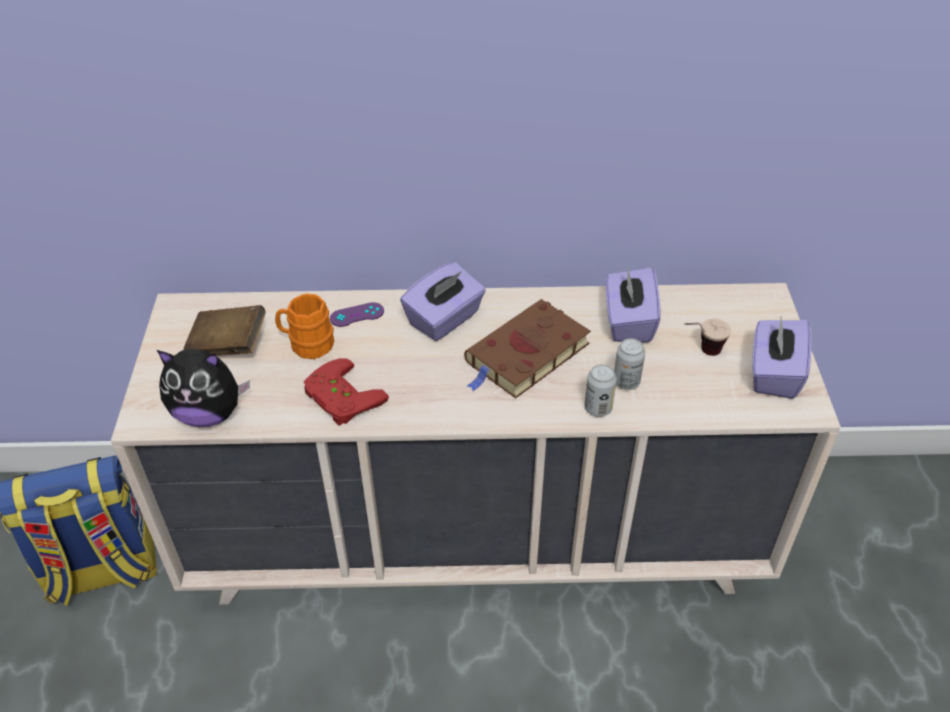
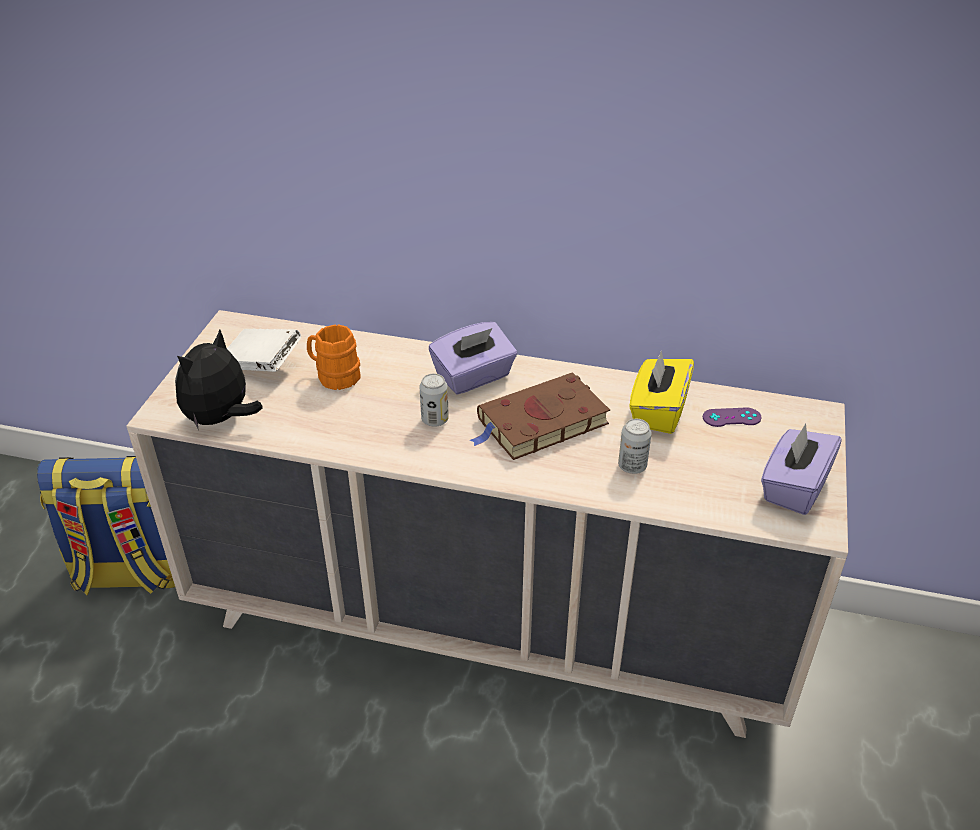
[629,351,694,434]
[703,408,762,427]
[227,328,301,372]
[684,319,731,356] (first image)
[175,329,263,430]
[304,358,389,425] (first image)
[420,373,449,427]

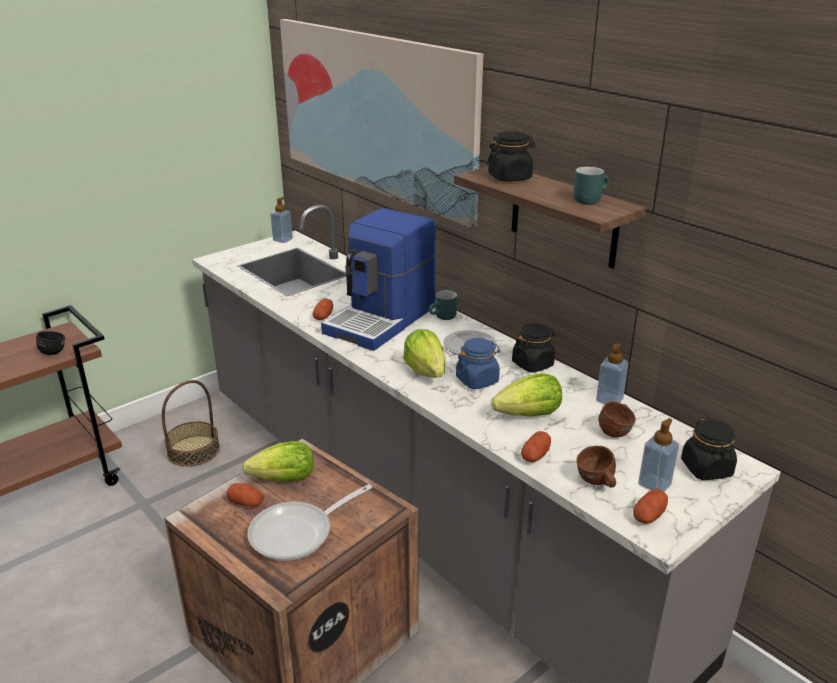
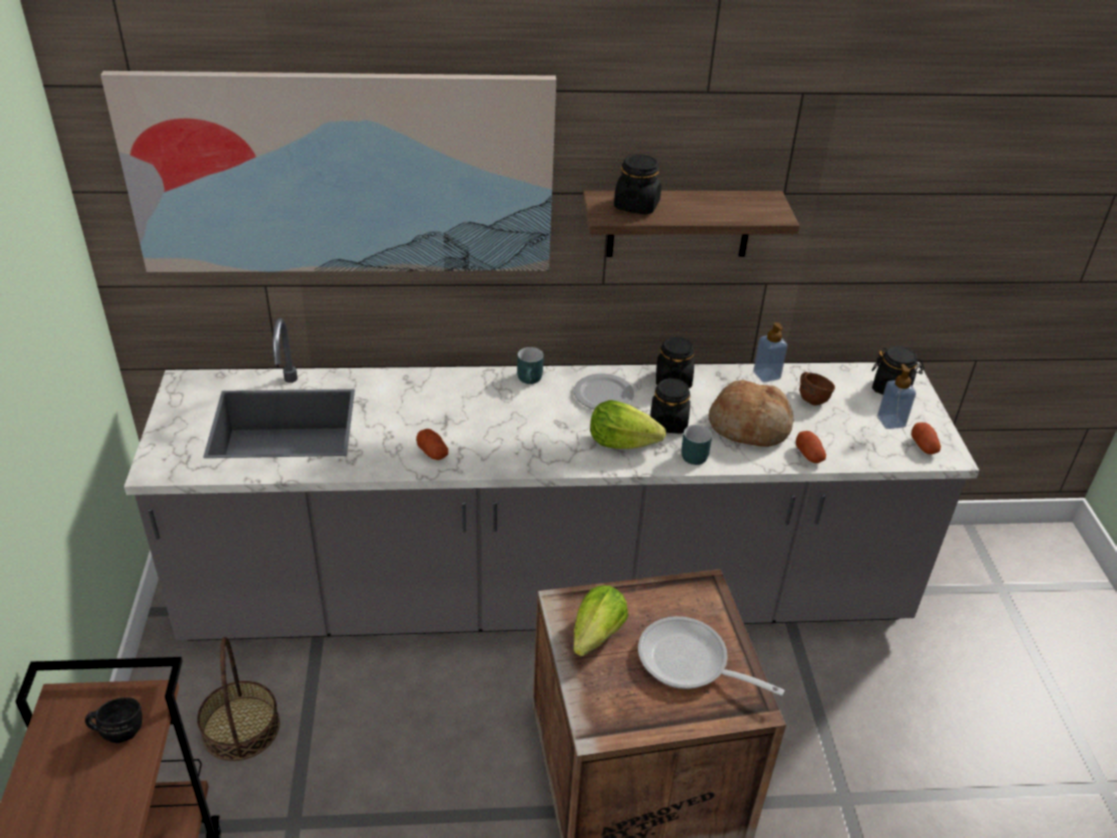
[681,425,712,465]
[270,197,293,243] (first image)
[321,208,436,351] (first image)
[650,378,690,434]
[709,380,793,447]
[576,446,616,488] (first image)
[227,483,264,507] (first image)
[638,616,785,696]

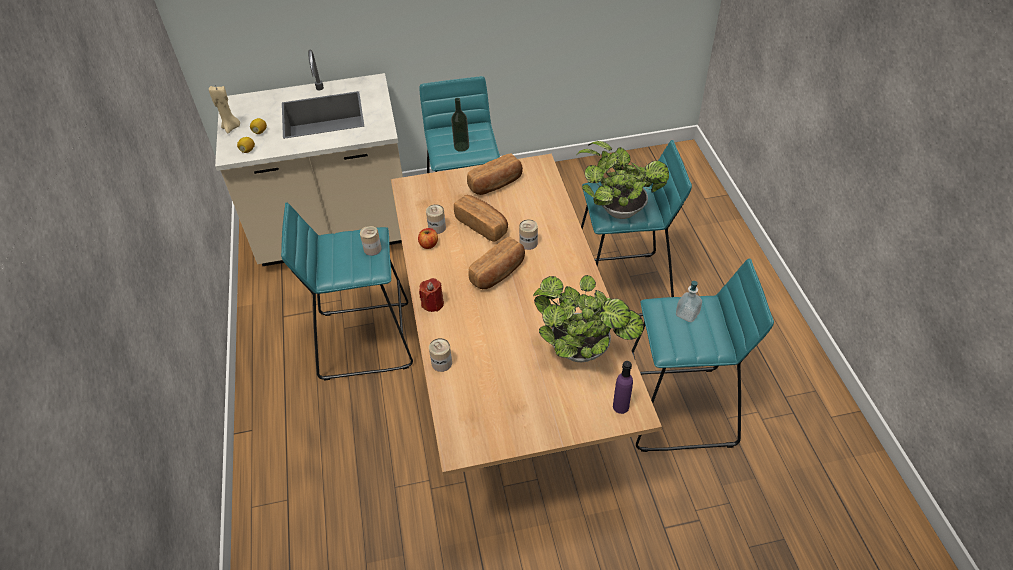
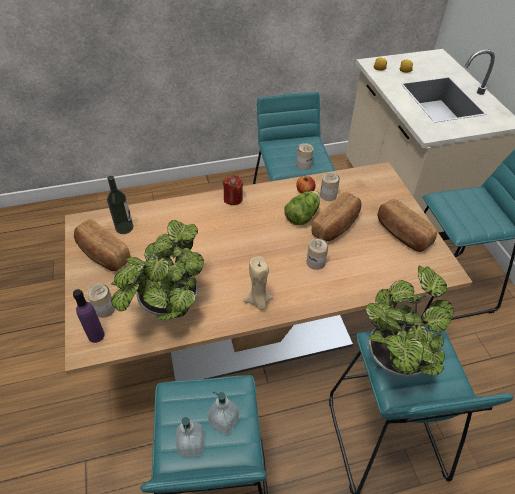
[243,256,273,310]
[107,176,133,234]
[74,219,130,271]
[87,284,115,318]
[284,191,320,225]
[176,417,204,457]

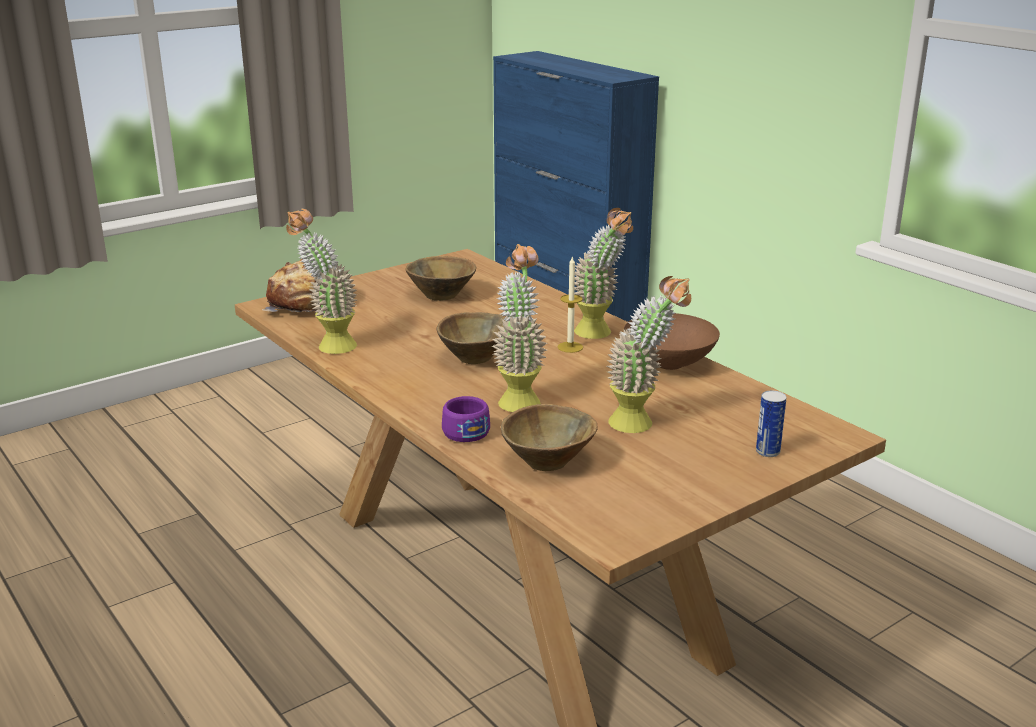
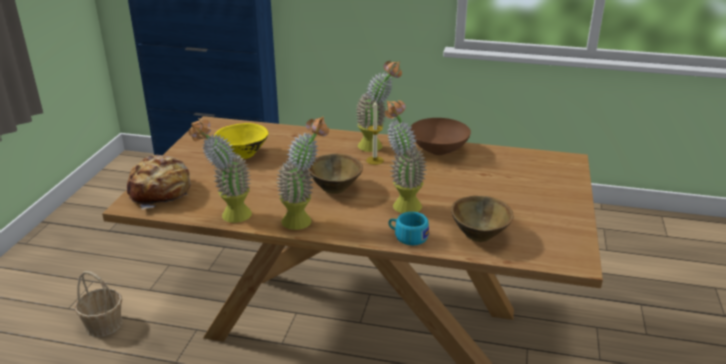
[214,123,268,159]
[276,117,329,230]
[756,391,787,457] (first image)
[389,212,429,245]
[75,271,123,337]

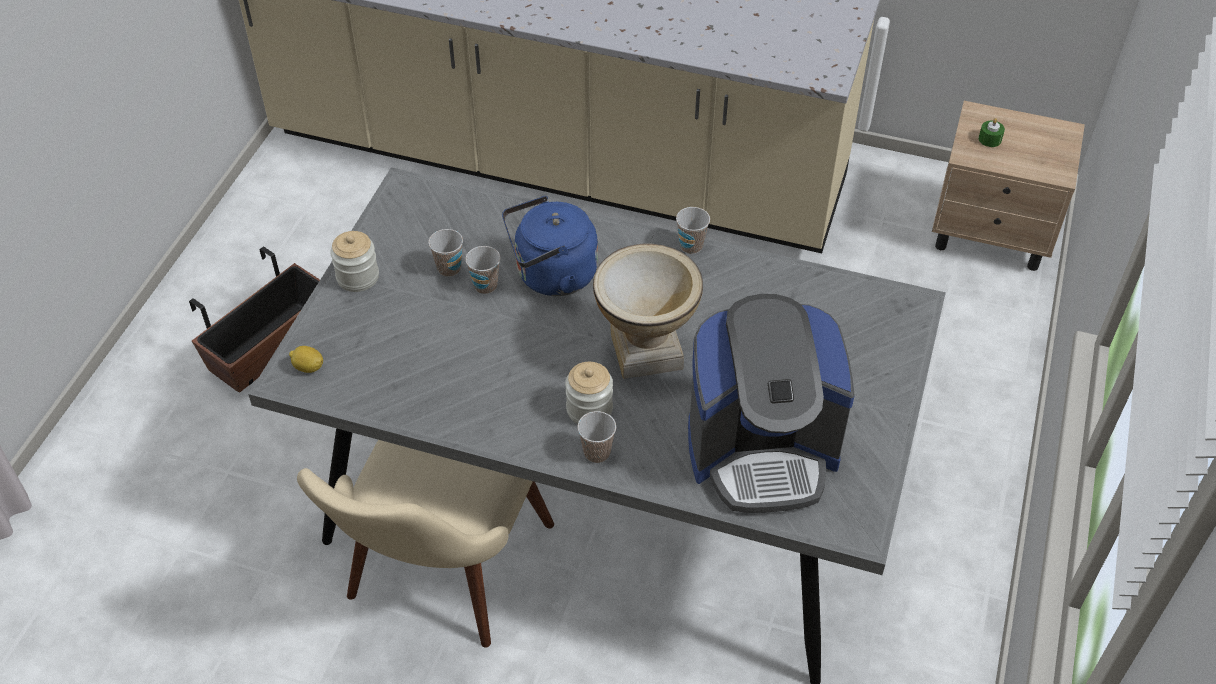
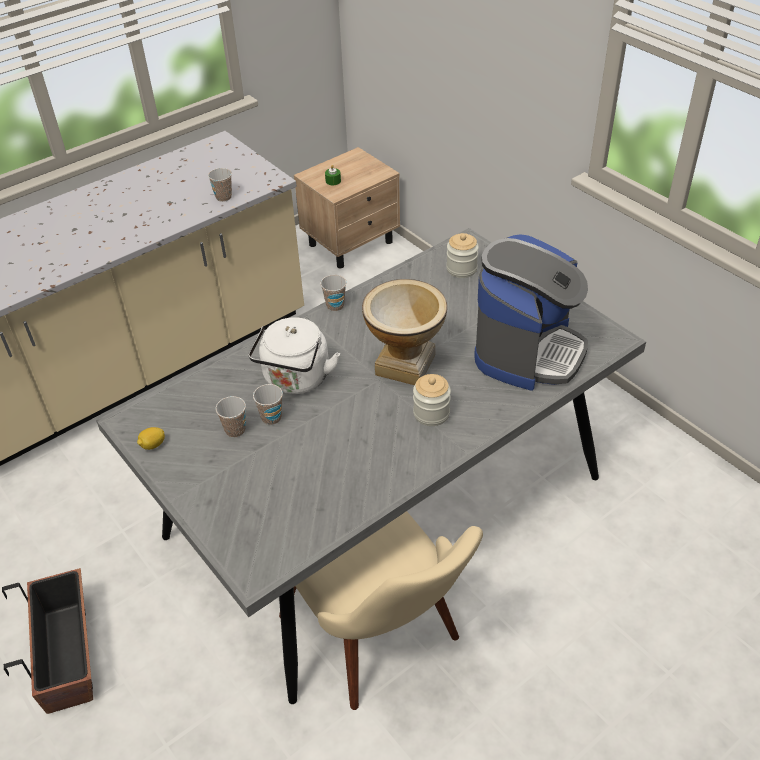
[248,317,340,394]
[446,233,479,278]
[137,427,165,450]
[208,168,232,202]

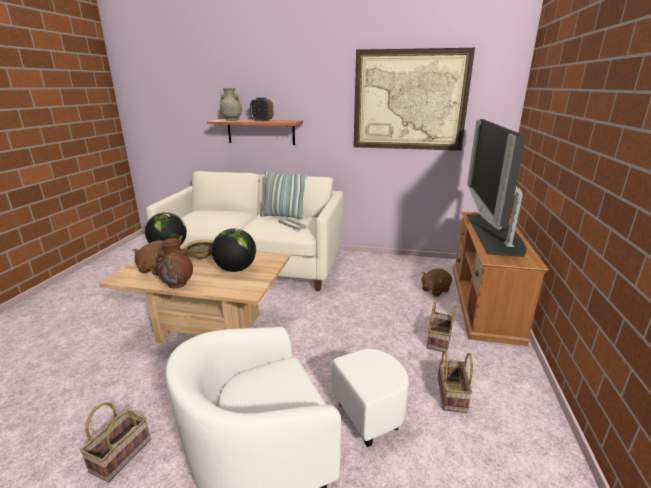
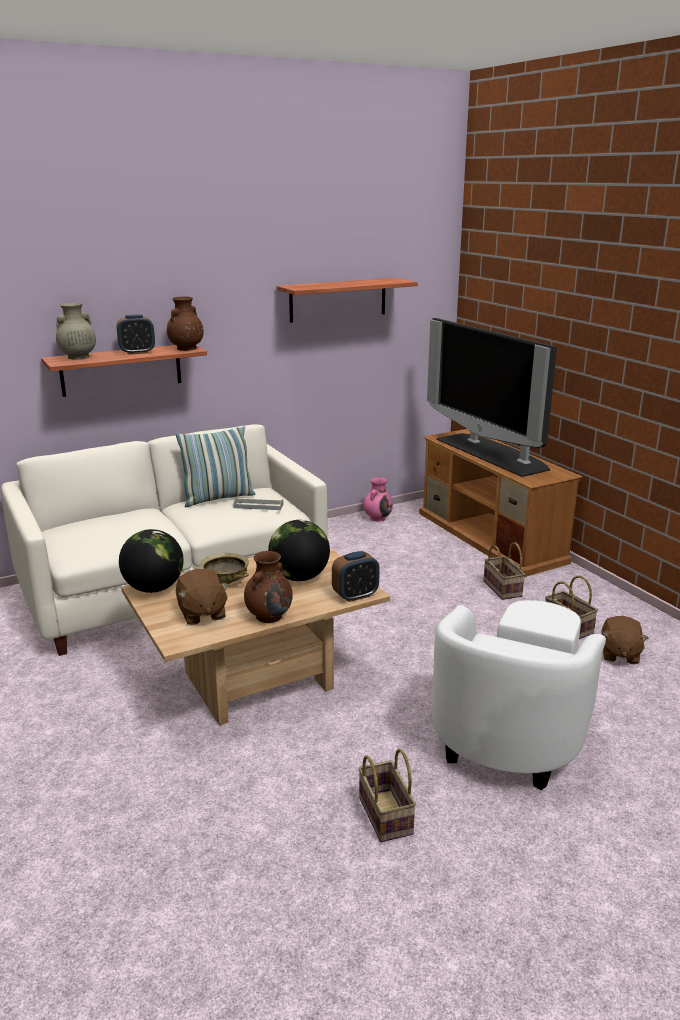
[276,278,418,323]
[601,616,649,664]
[167,297,204,351]
[363,478,393,521]
[332,551,380,602]

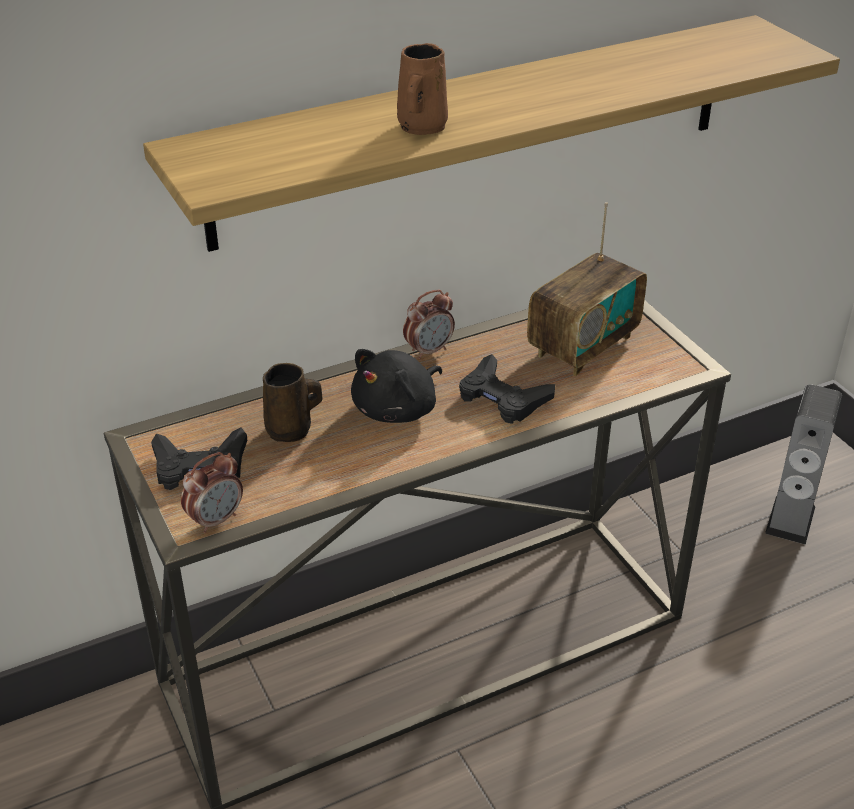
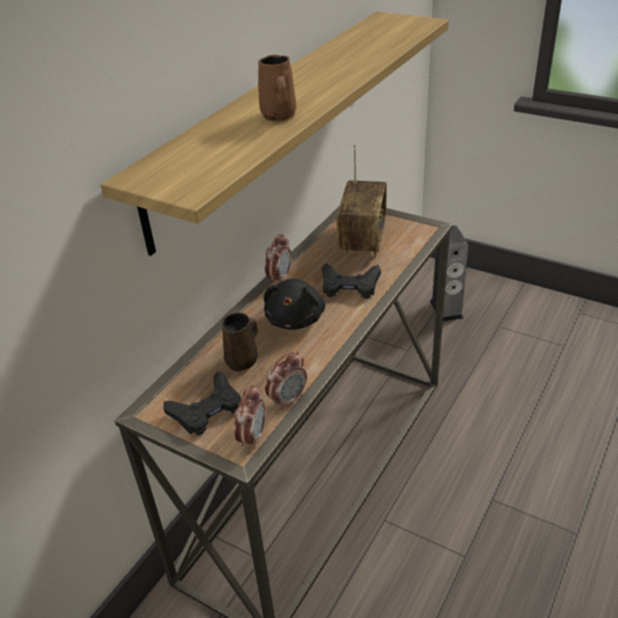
[265,352,307,410]

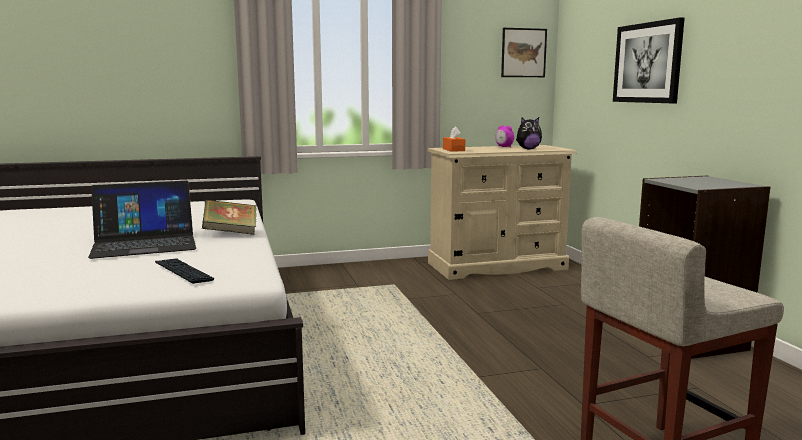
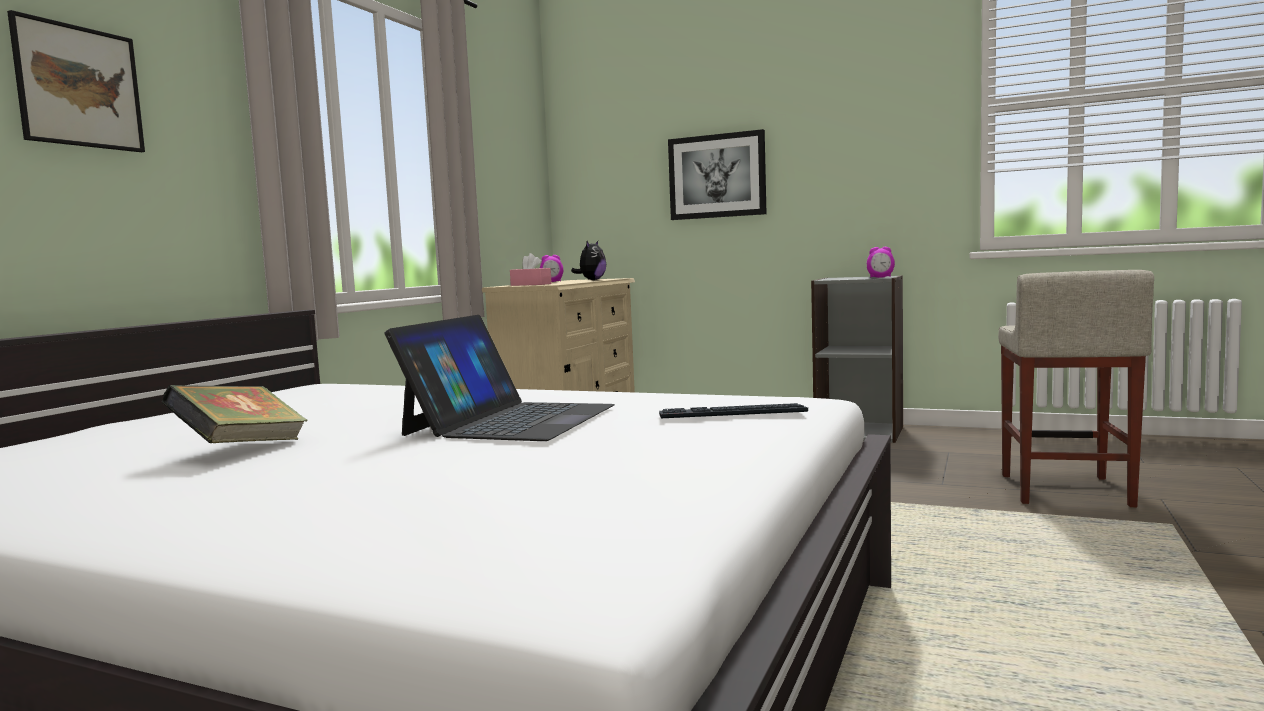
[7,10,145,152]
[510,253,552,286]
[161,385,308,443]
[867,247,895,278]

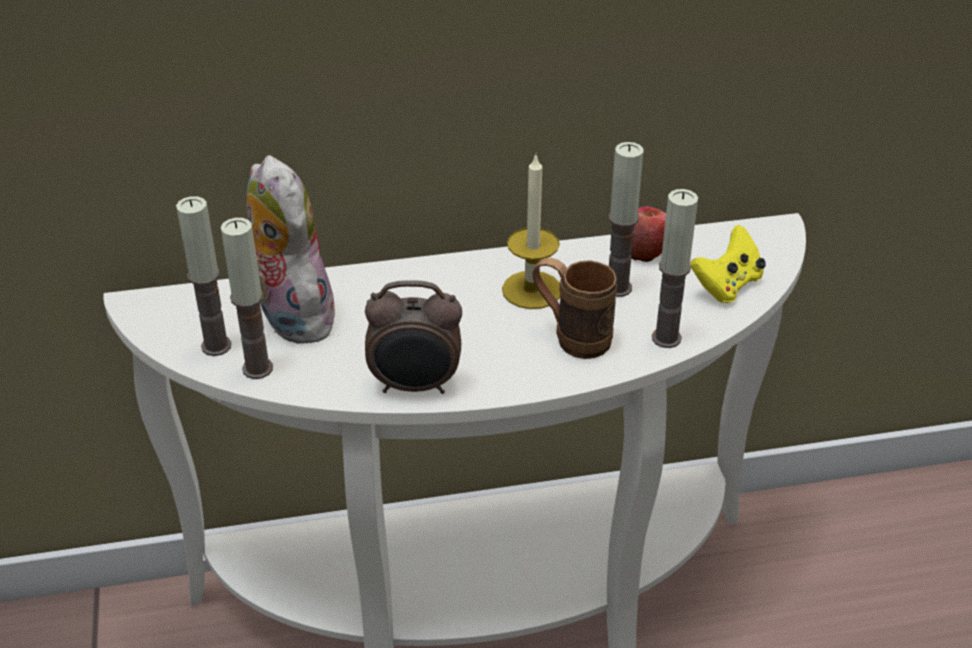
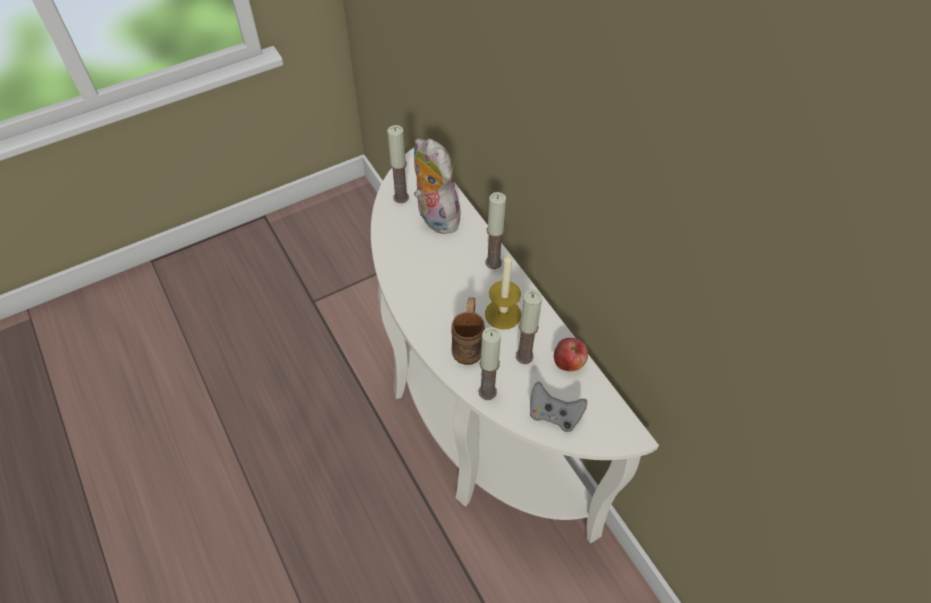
[414,139,460,234]
[485,192,506,269]
[530,381,587,432]
[365,280,462,394] (first image)

